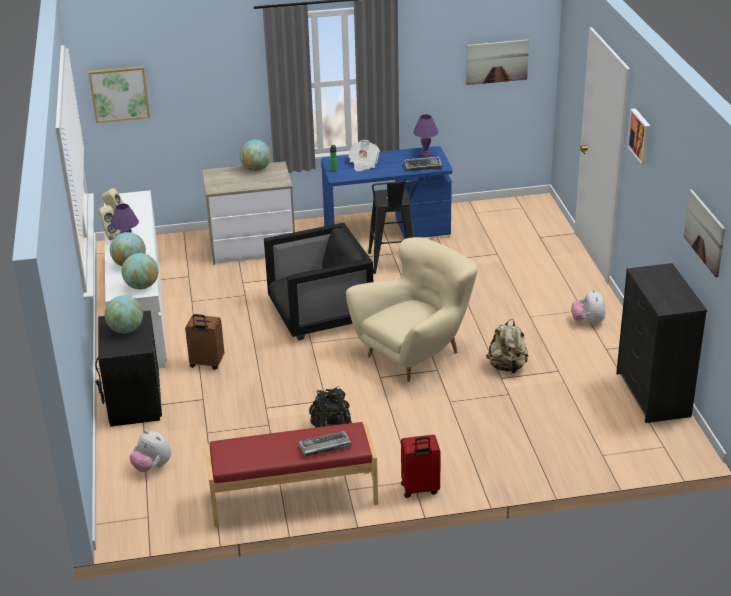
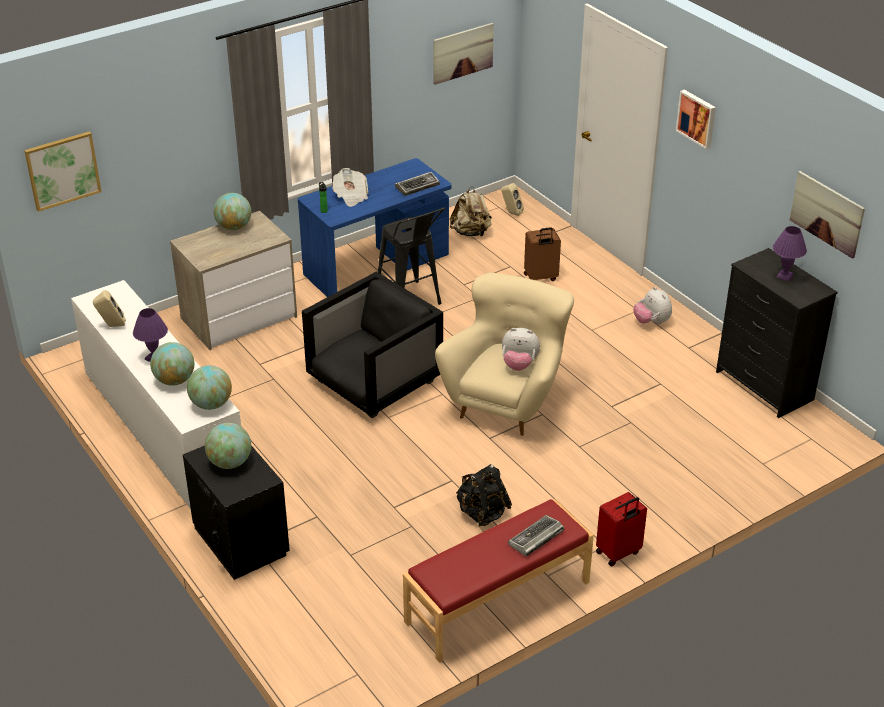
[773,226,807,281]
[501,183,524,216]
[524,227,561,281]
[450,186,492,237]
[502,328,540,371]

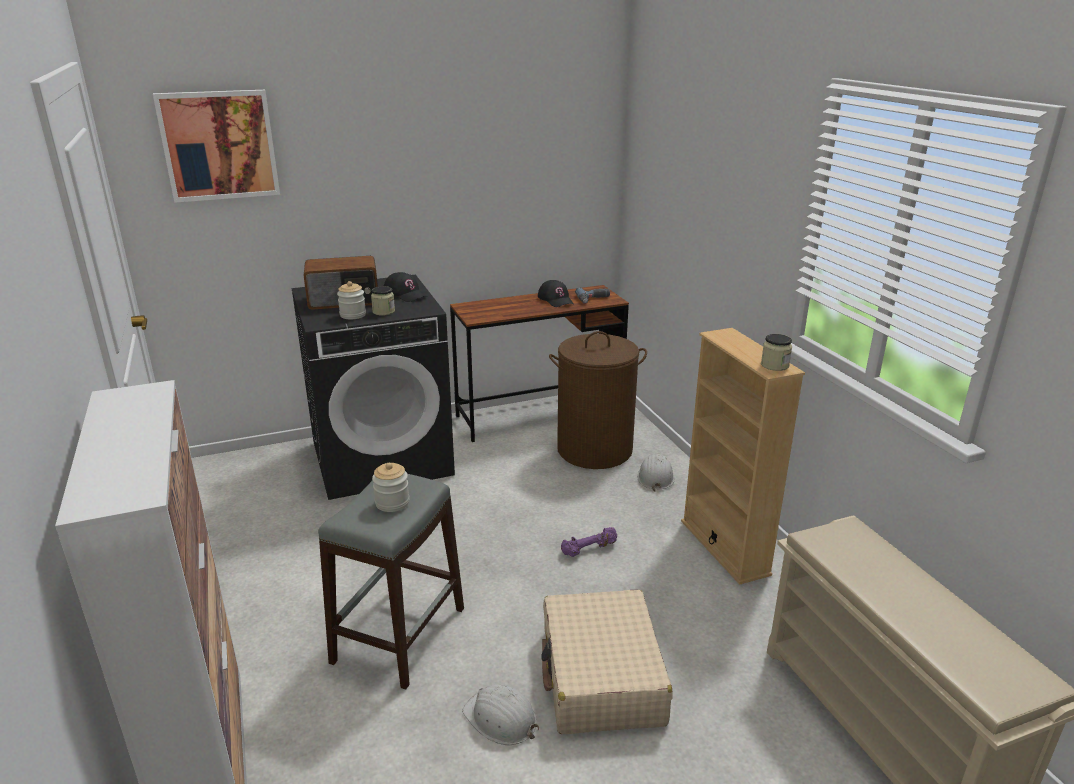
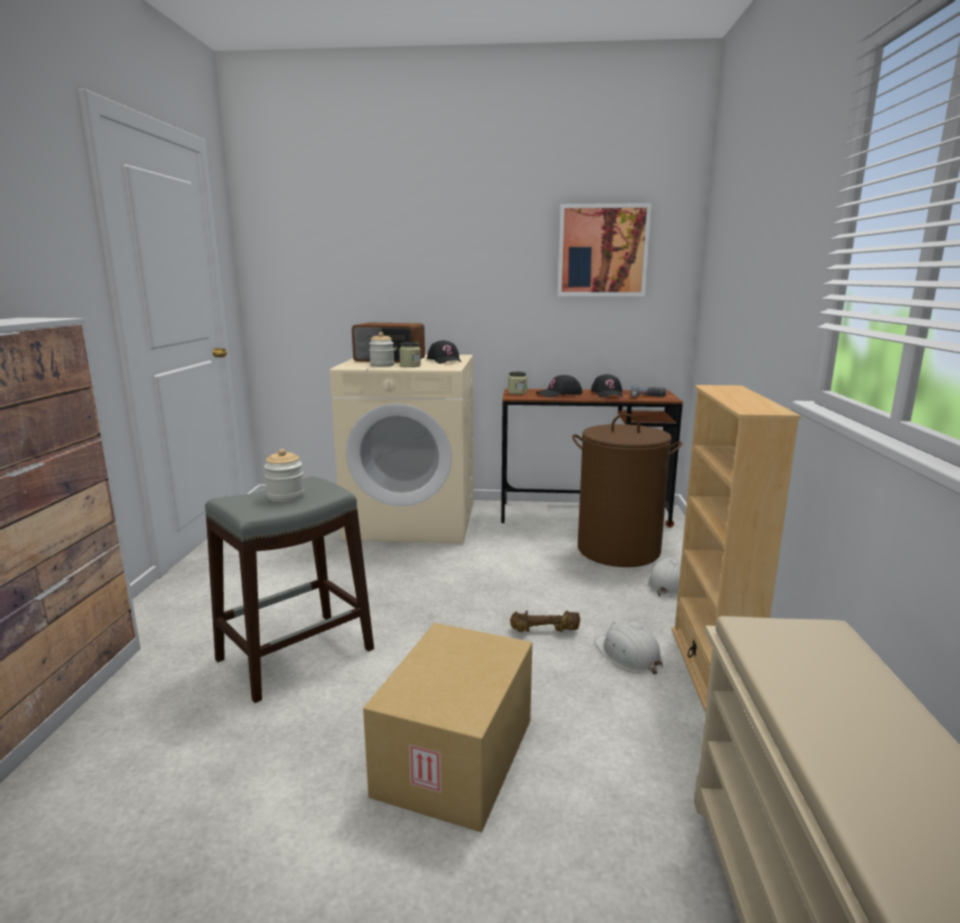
[558,203,651,296]
[330,354,473,543]
[508,372,527,394]
[510,610,580,632]
[363,623,532,832]
[595,621,663,674]
[536,375,582,397]

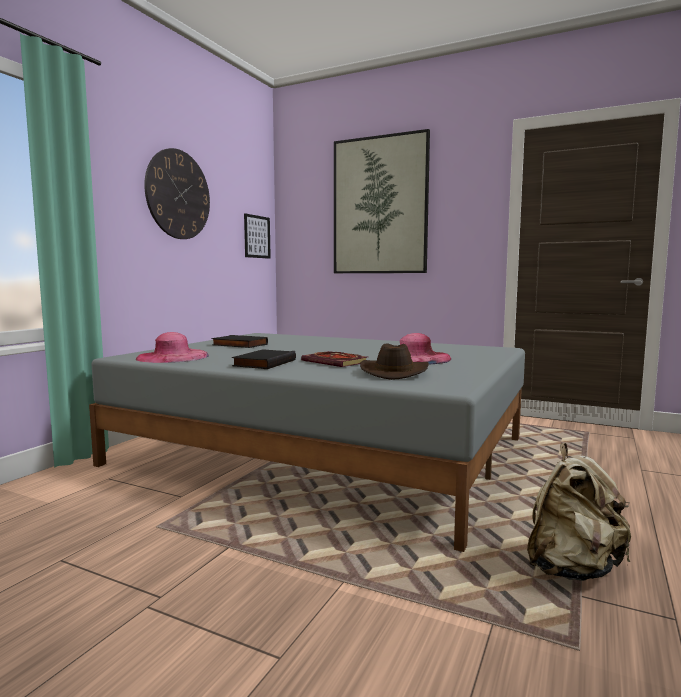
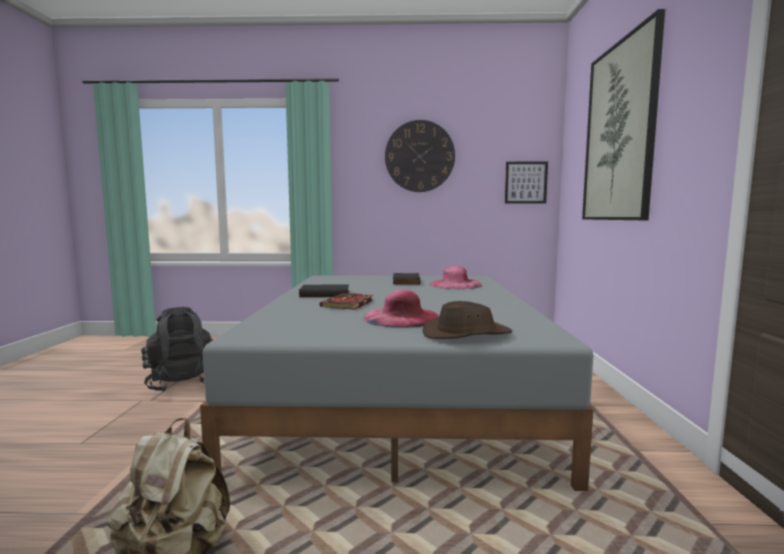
[429,266,482,289]
[423,301,512,339]
[141,307,213,392]

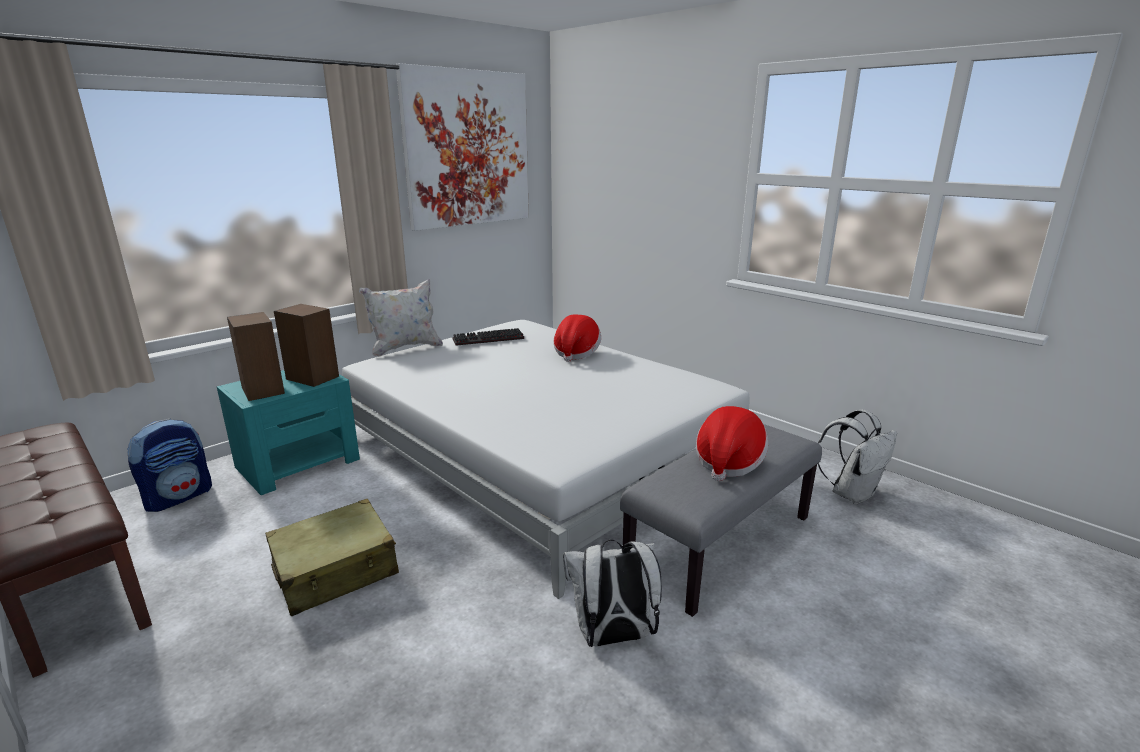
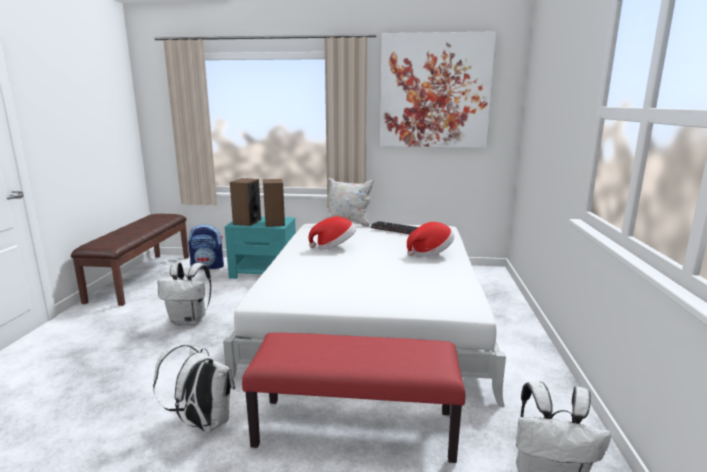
[308,217,356,250]
[242,332,465,463]
[157,262,211,325]

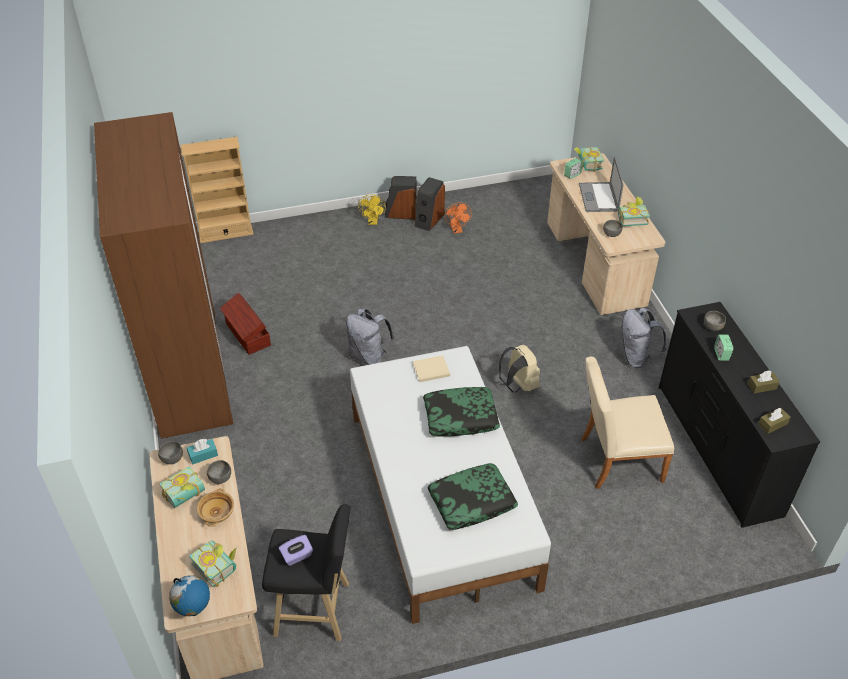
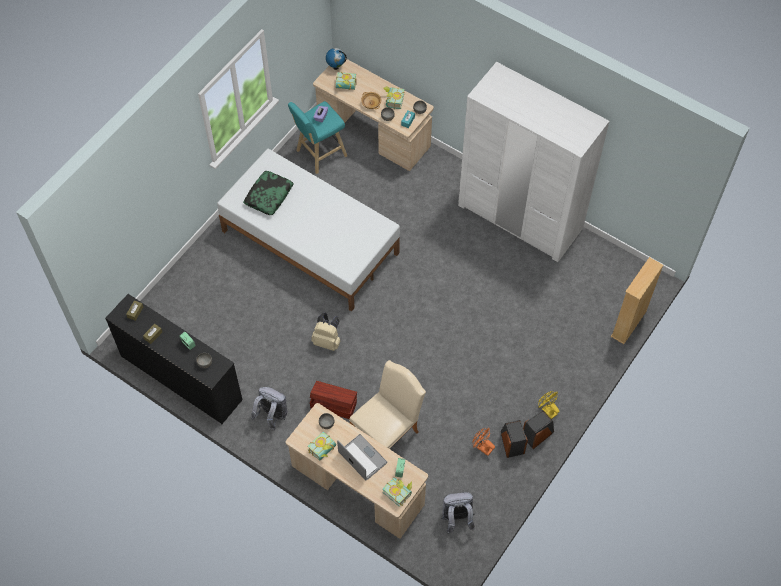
[458,62,609,262]
[310,381,357,419]
[441,492,475,534]
[413,355,450,382] (first image)
[349,360,426,449]
[423,387,500,436] (first image)
[288,101,347,174]

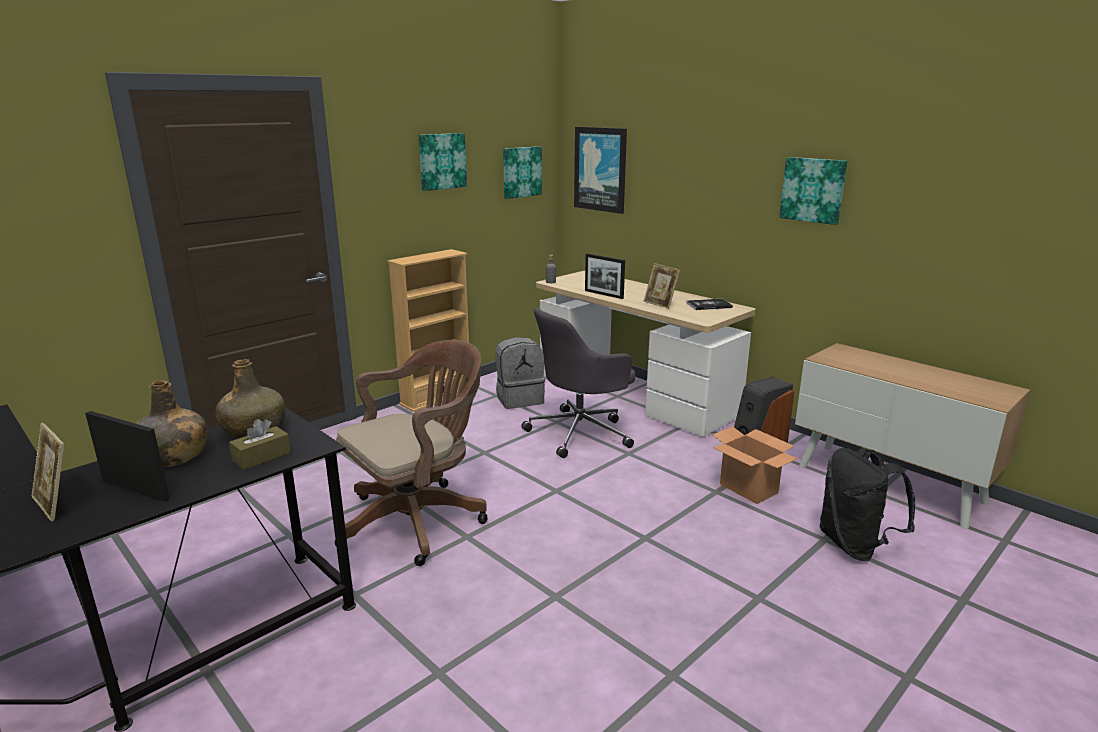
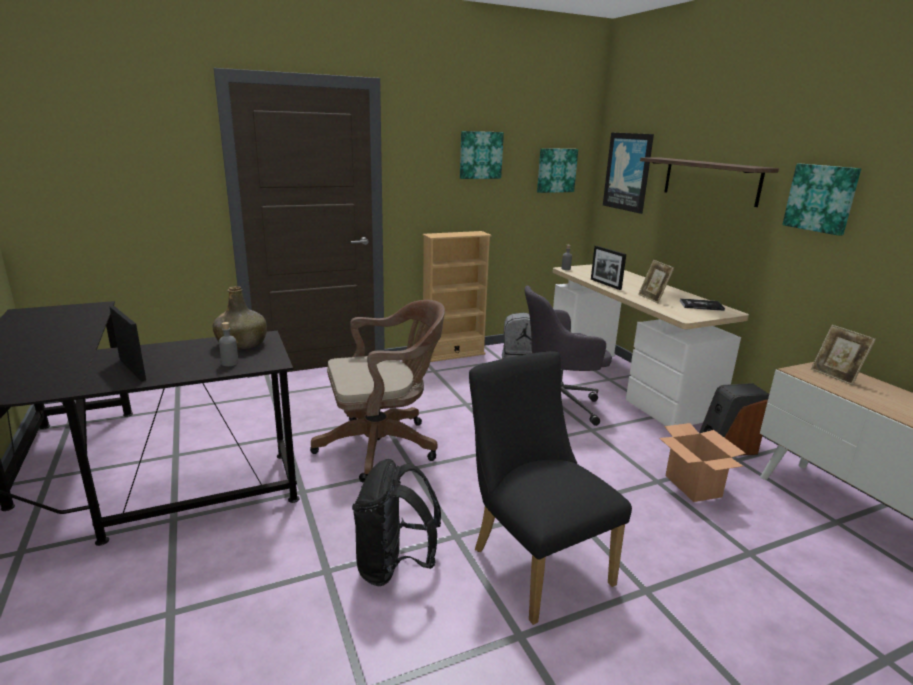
[135,380,207,467] (first image)
[219,322,238,366]
[811,325,876,385]
[352,459,441,586]
[640,157,779,207]
[469,351,632,625]

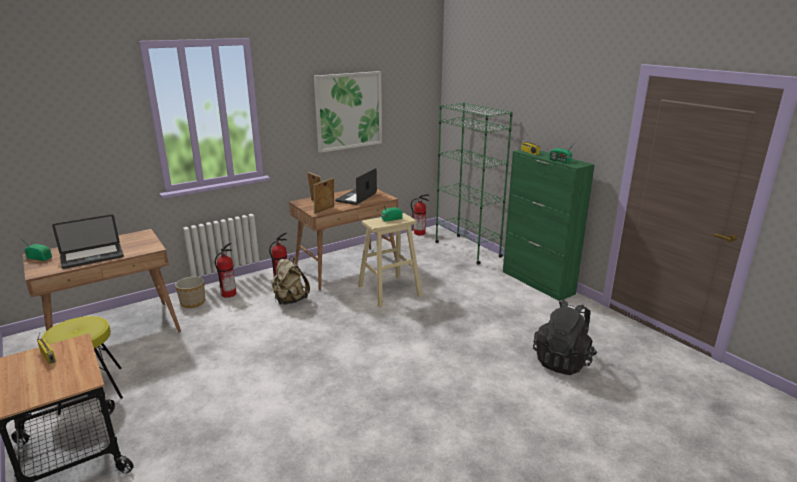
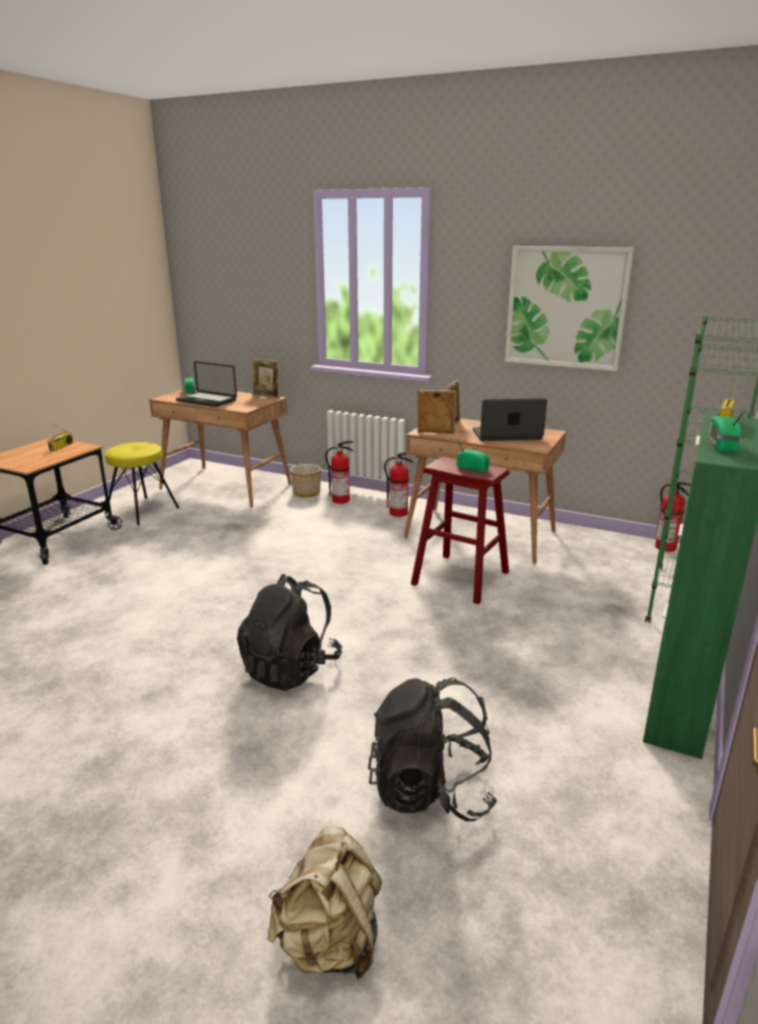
[411,457,509,604]
[268,826,382,980]
[252,358,280,399]
[237,574,342,691]

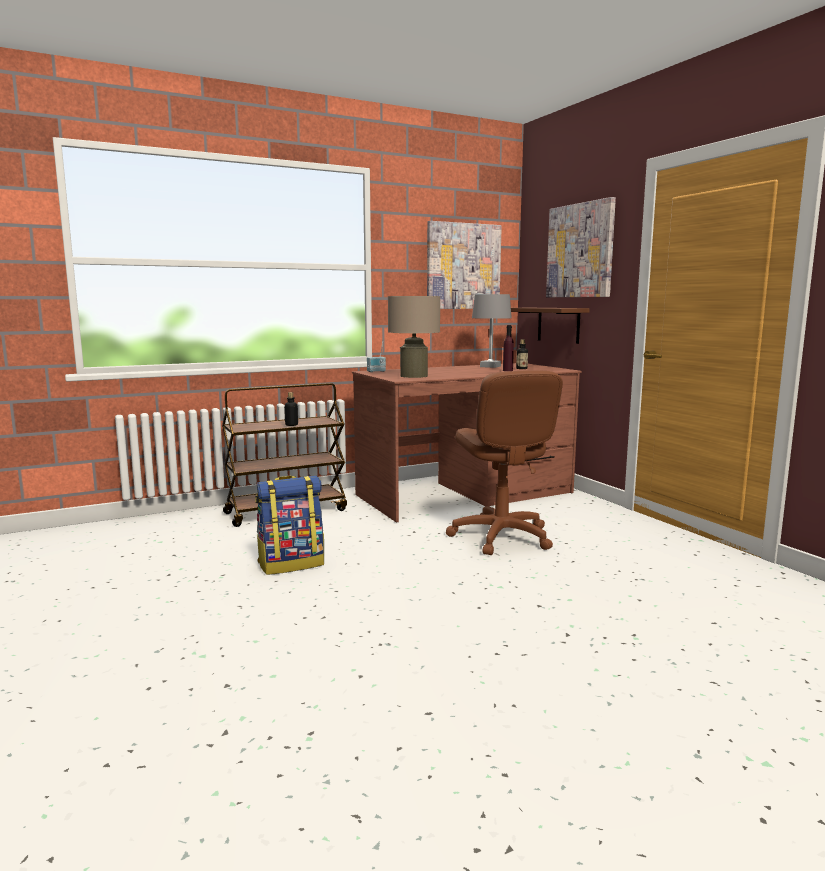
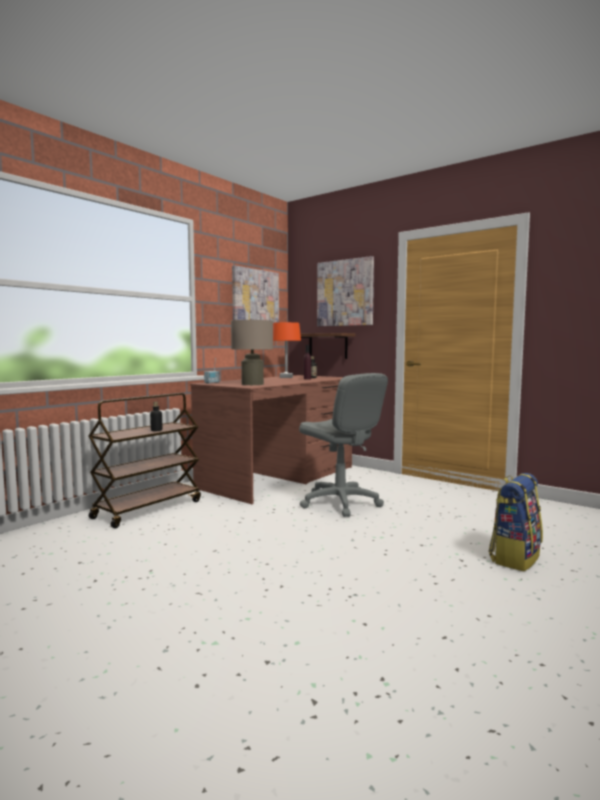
[273,322,301,378]
[299,373,388,517]
[488,473,543,571]

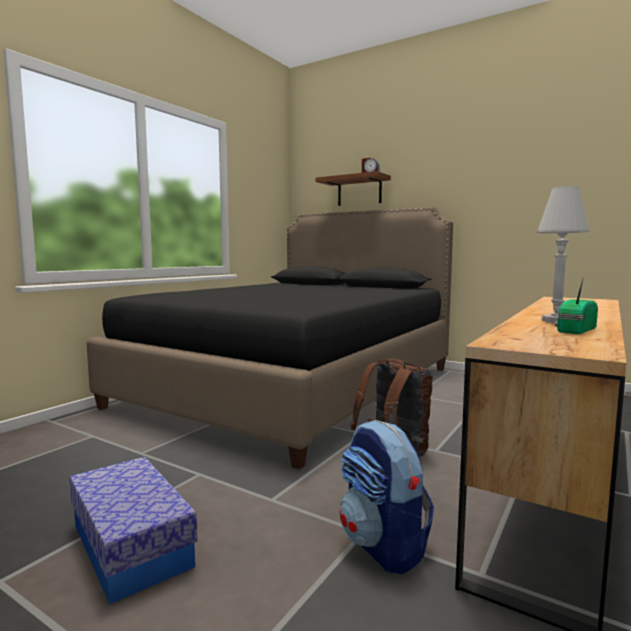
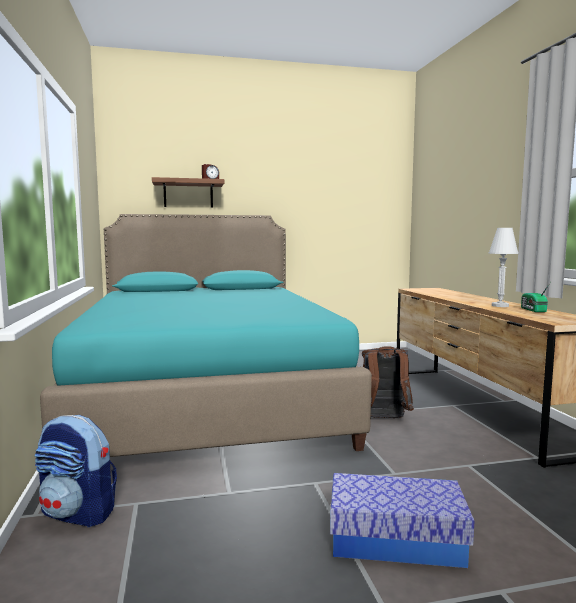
[40,214,372,457]
[35,415,117,527]

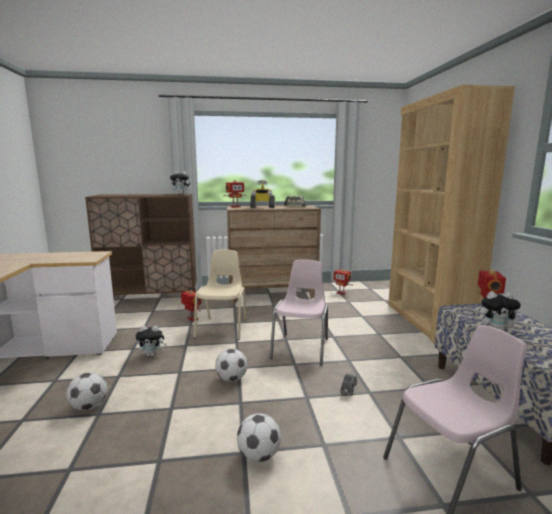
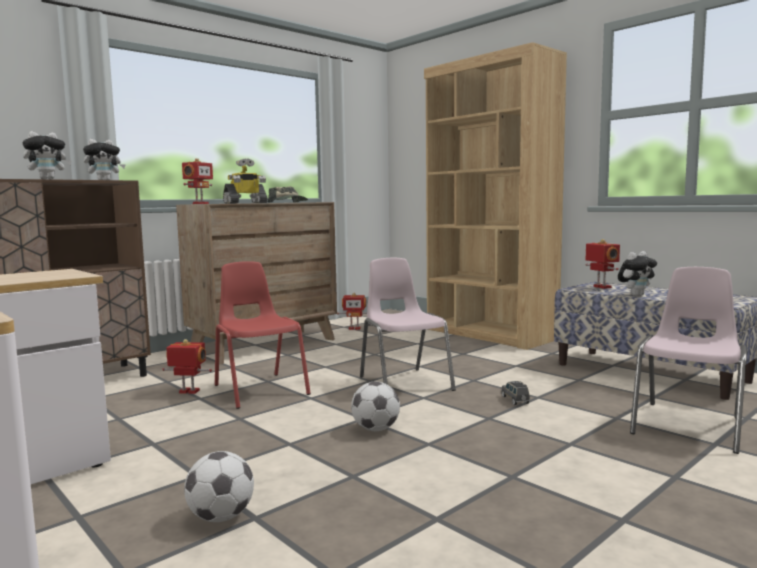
[215,261,311,409]
[23,131,72,179]
[237,413,281,462] (first image)

